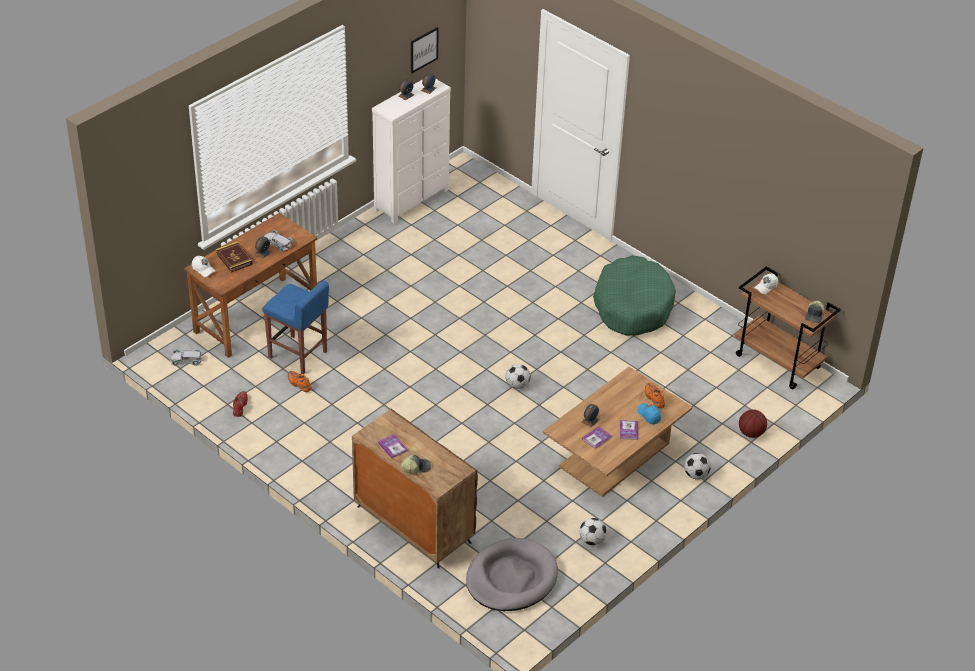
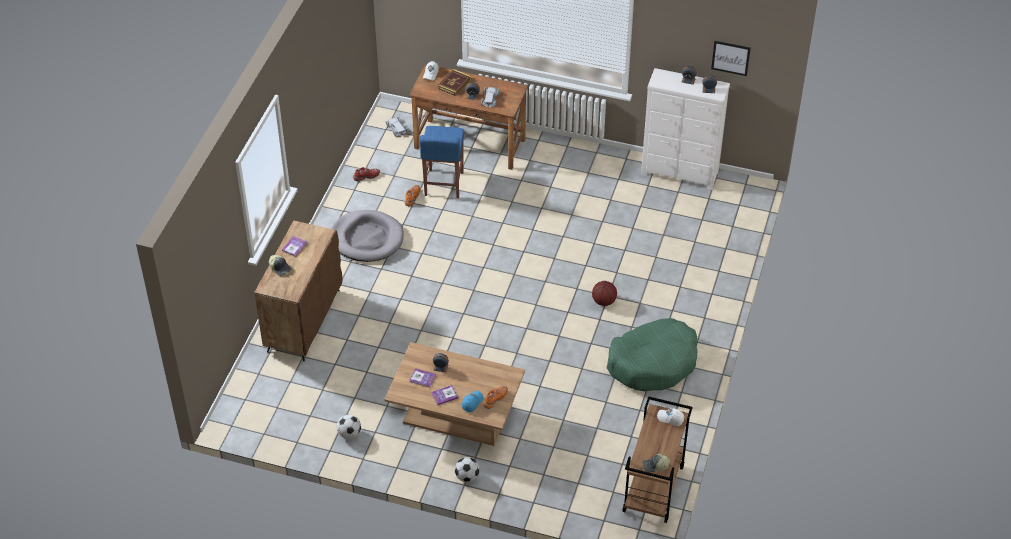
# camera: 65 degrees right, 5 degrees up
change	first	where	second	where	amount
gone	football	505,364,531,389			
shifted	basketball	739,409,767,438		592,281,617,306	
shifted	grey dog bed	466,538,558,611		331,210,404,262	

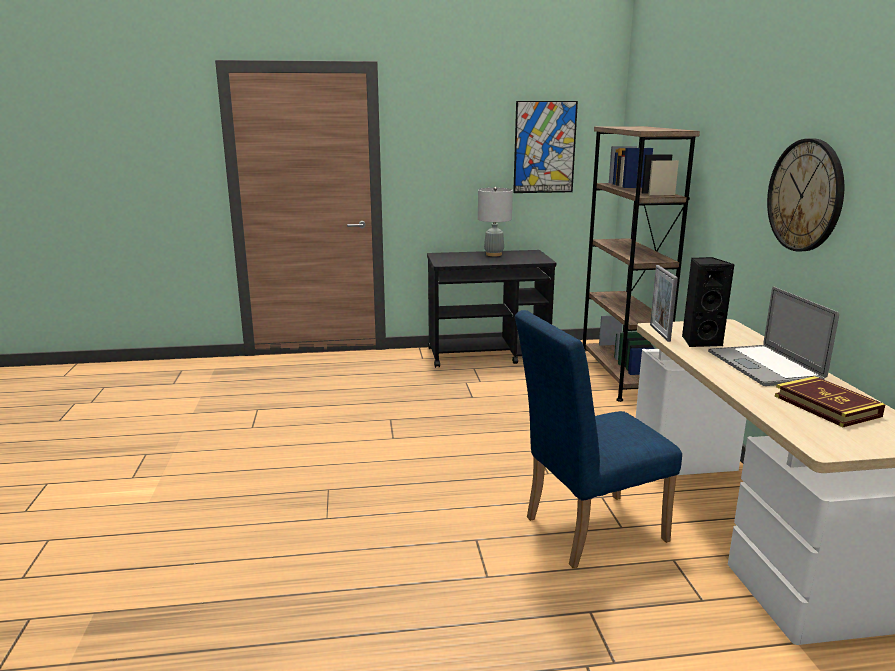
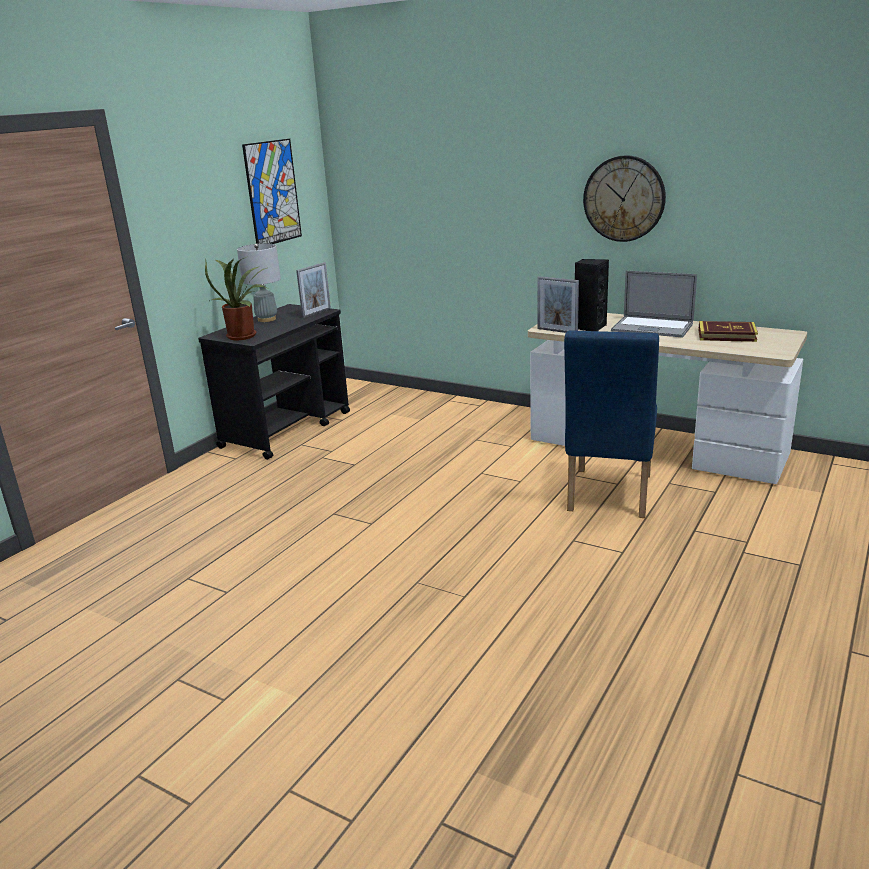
# camera: 50 degrees left, 5 degrees up
change	first	where	second	where	amount
gone	brown bookcase	583,126,700,402			
new			potted plant	205,257,266,340	
new			picture frame	296,262,331,318	

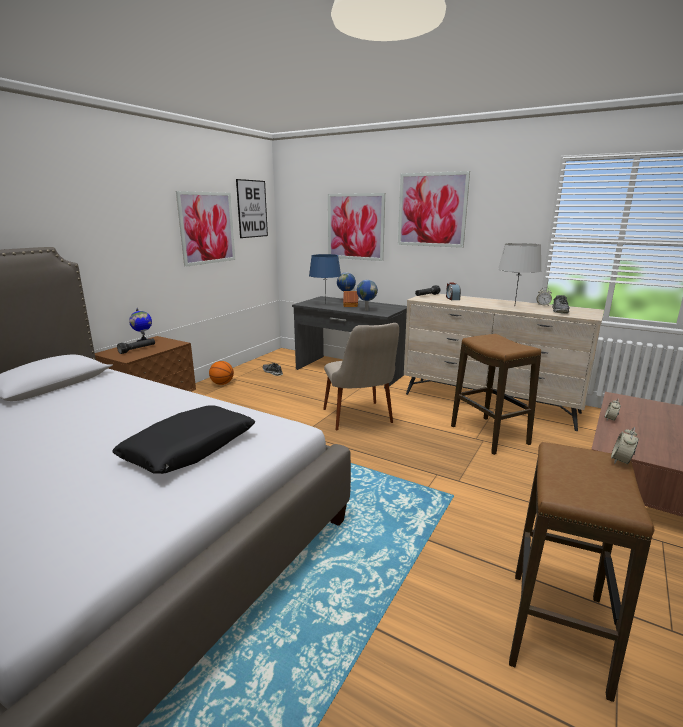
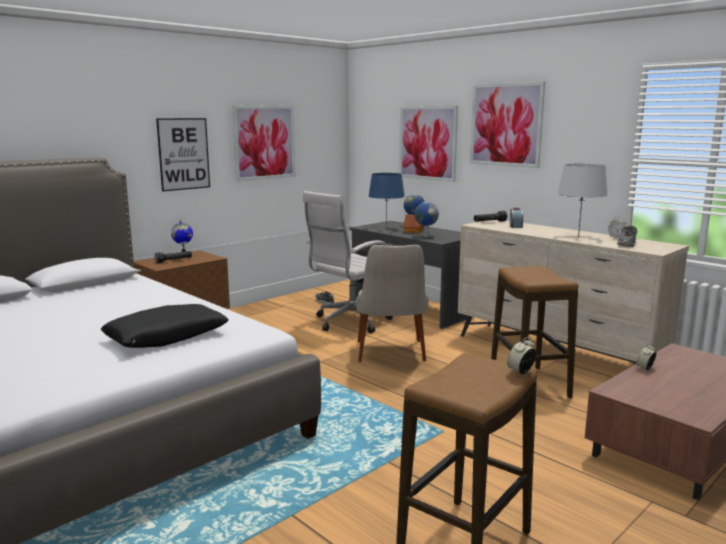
# camera: 15 degrees right, 5 degrees down
change	first	where	second	where	amount
shifted	picture	236,179,268,238		156,118,210,191	
gone	basketball	209,361,234,385			
new			white office chair	302,191,393,333	

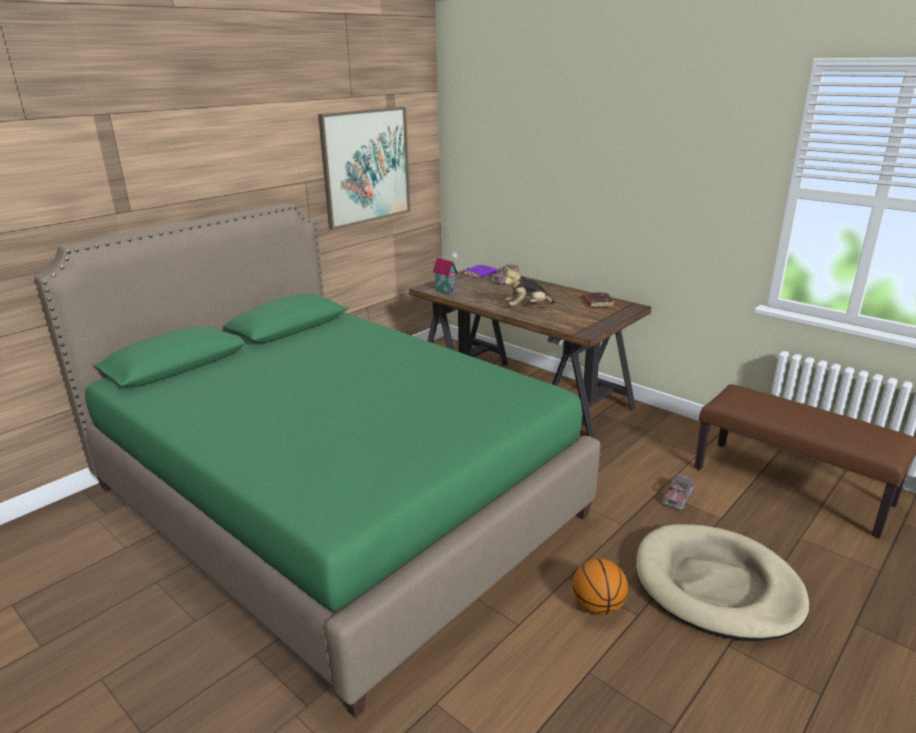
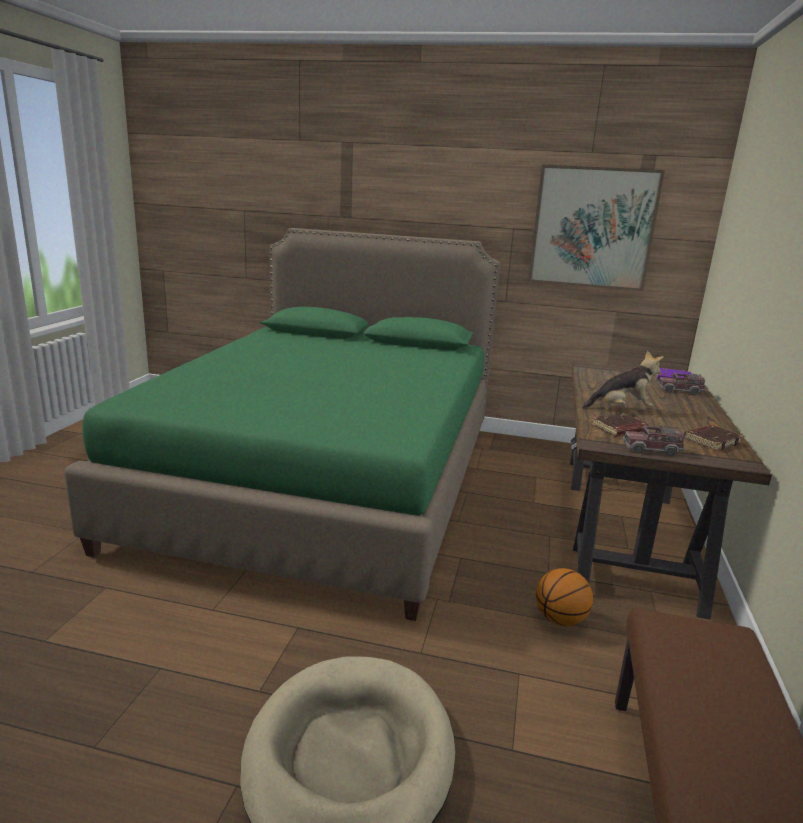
# camera: 60 degrees right, 5 degrees down
change	first	where	second	where	amount
gone	toy house	433,251,459,295			
rotated	plush toy	504,267,555,306		582,351,664,408	135 degrees clockwise
shifted	toy truck	662,473,695,510		622,425,685,456	
shifted	basketball	573,558,628,615		536,568,593,626	
new			brown book	592,413,649,436	

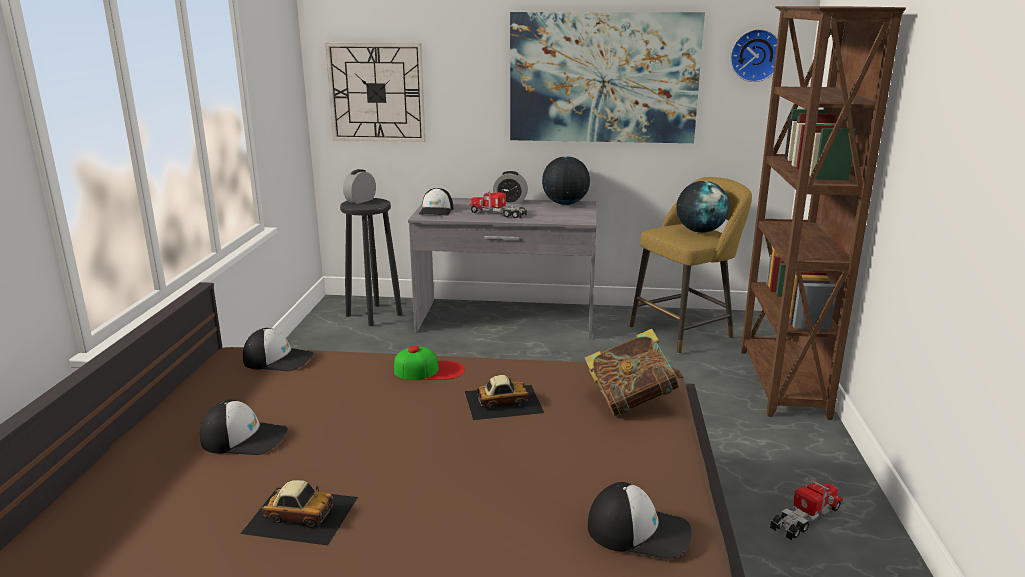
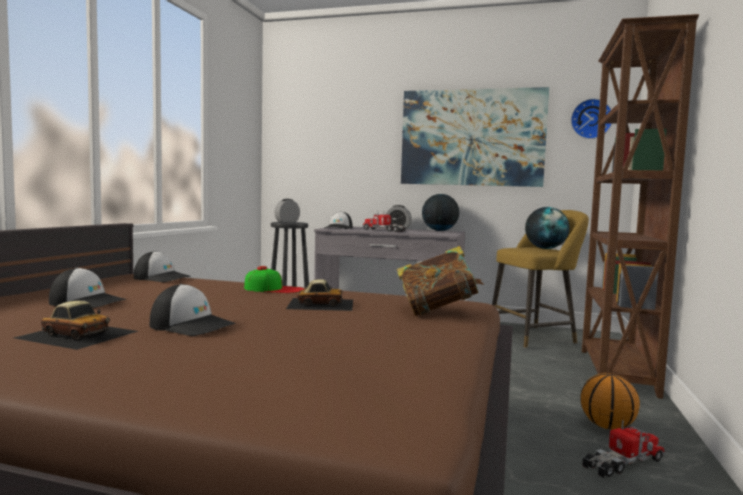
# camera: 10 degrees right, 15 degrees down
change	first	where	second	where	amount
gone	wall clock	325,43,425,142			
shifted	cap	588,482,691,559		150,284,236,336	
new			basketball	580,373,640,430	

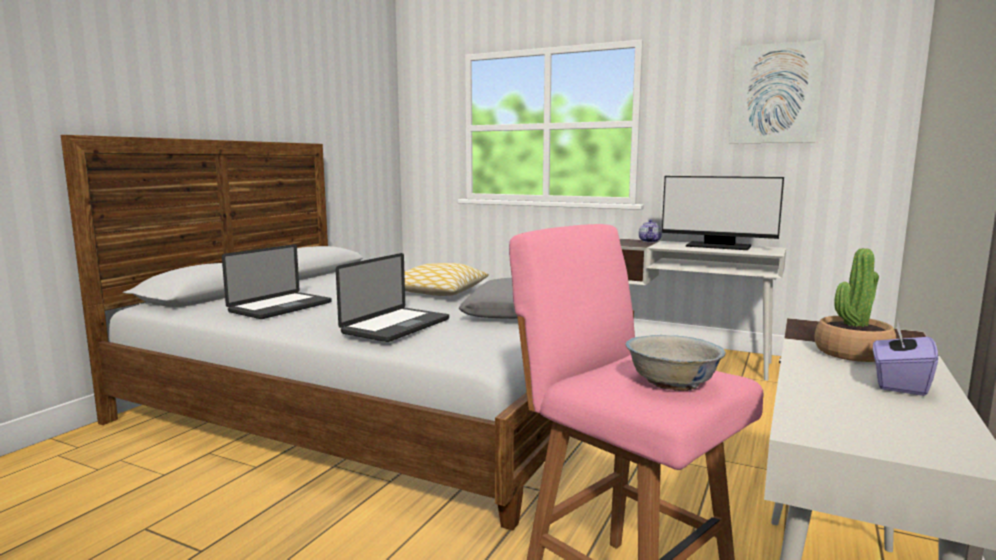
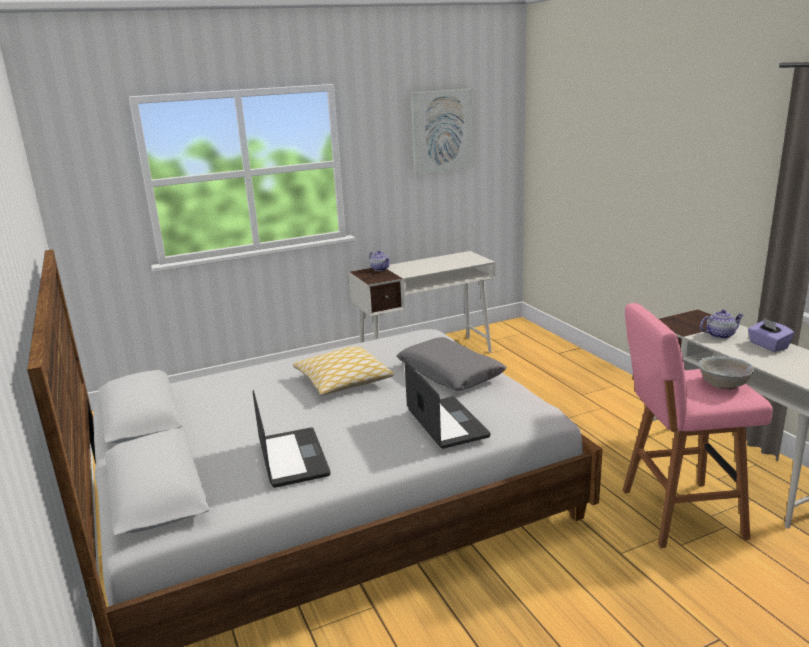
# camera: 50 degrees left, 10 degrees up
change	first	where	second	where	amount
gone	monitor	662,176,784,250			
swapped	potted plant	814,248,896,362	teapot	700,309,744,339	

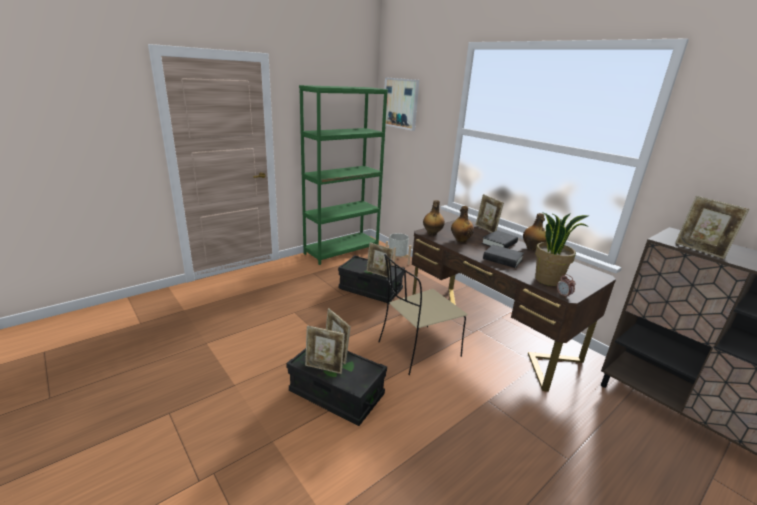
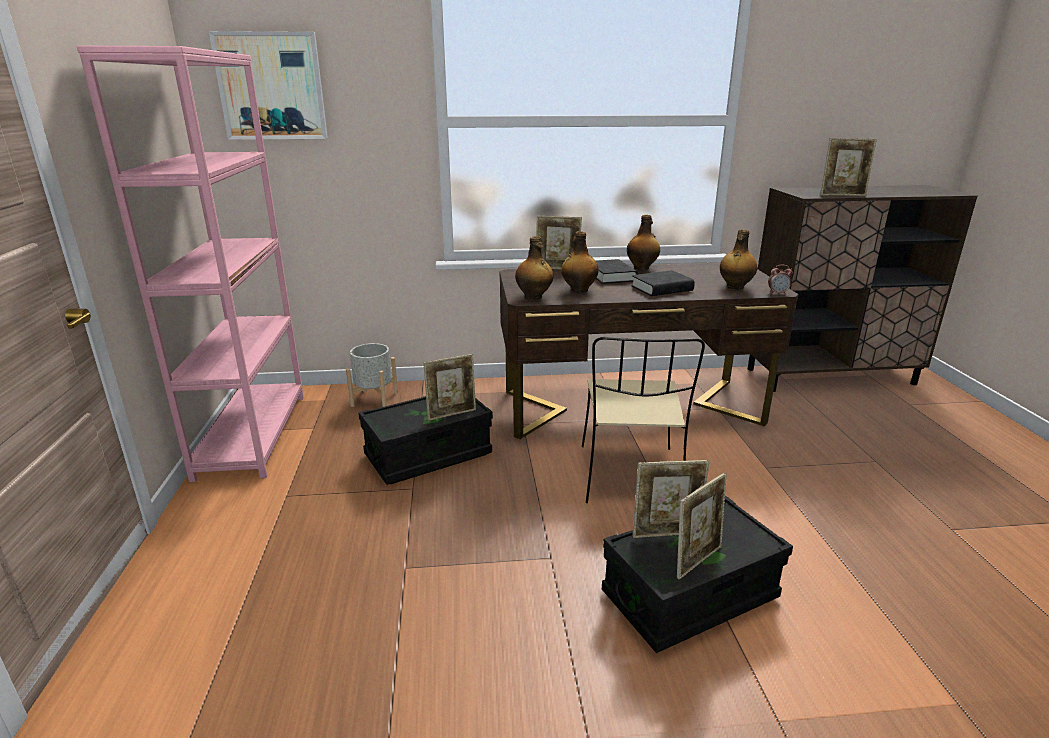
# camera: 55 degrees left, 0 degrees up
change	first	where	second	where	amount
repainted	green bookcase	299,85,388,265	pink bookcase	76,46,304,483	
swapped	potted plant	535,212,589,286	bottle	720,229,757,290	

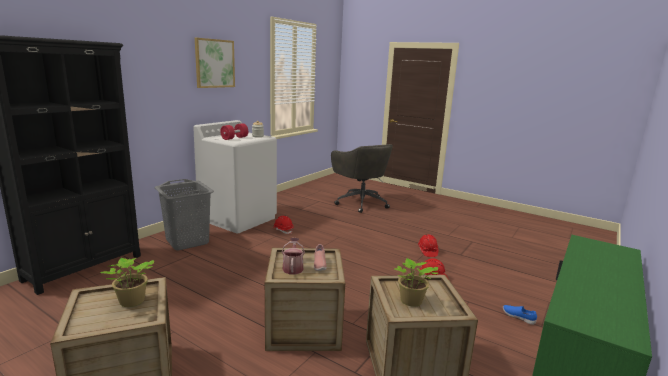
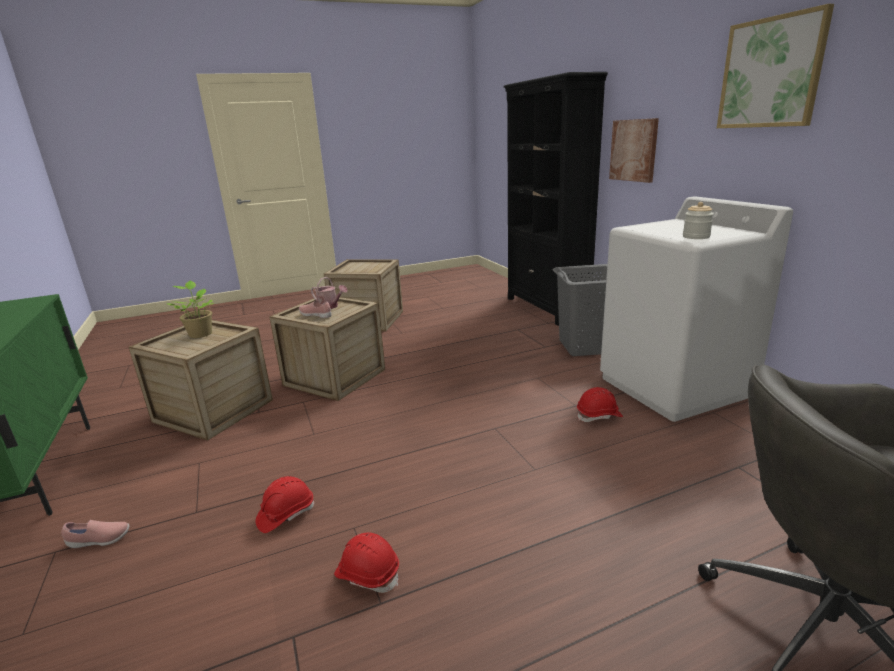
# camera: 125 degrees right, 5 degrees up
change	first	where	second	where	amount
gone	red dumbbell	220,123,248,140			
gone	potted plant	101,258,154,307			
repainted	blue shoe	503,305,537,325	pink shoe	61,520,129,548	
new			picture	609,118,659,183	

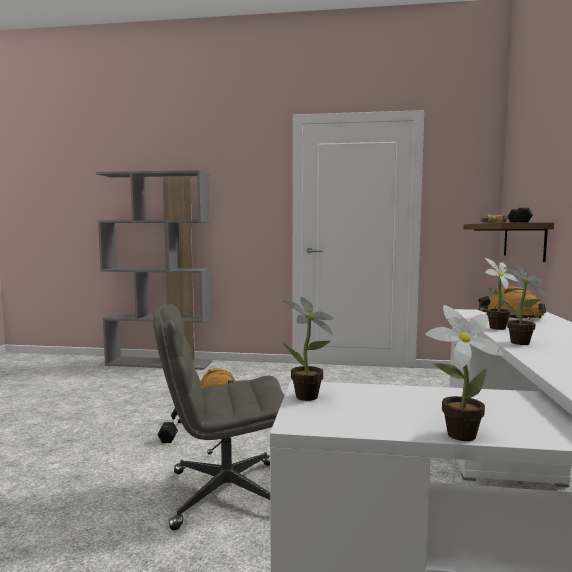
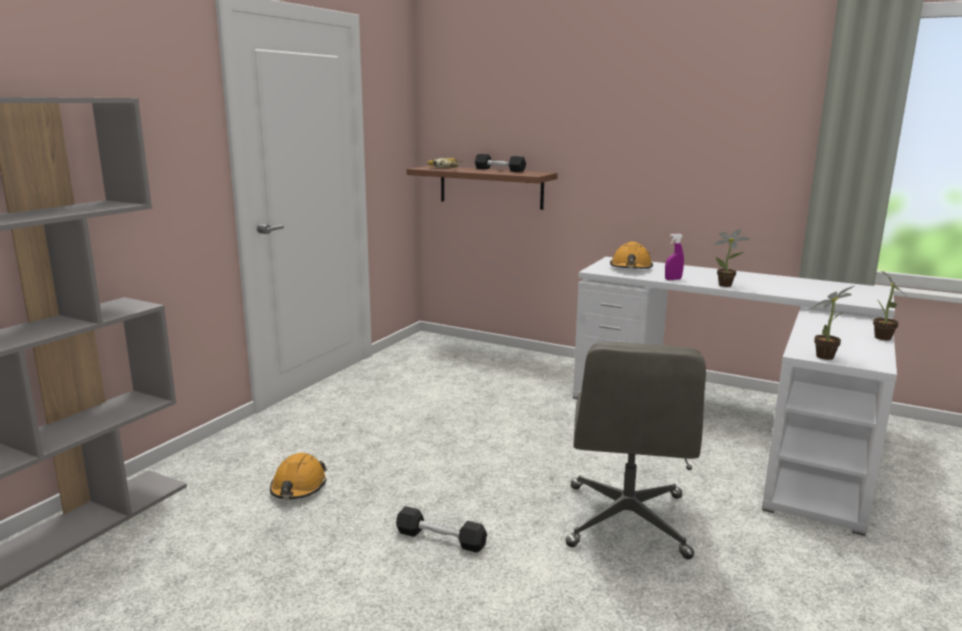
# camera: 70 degrees left, 10 degrees up
change	first	where	second	where	amount
swapped	potted plant	485,258,518,330	purple spray bottle	665,234,684,280	

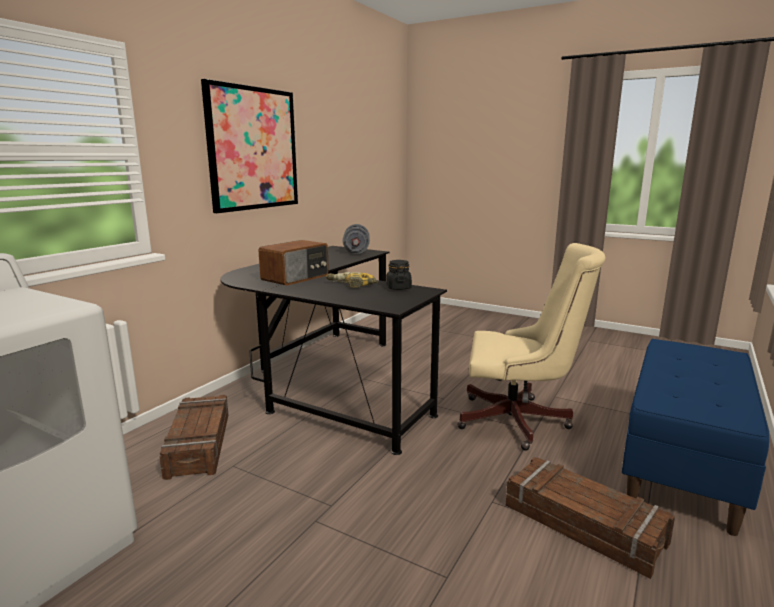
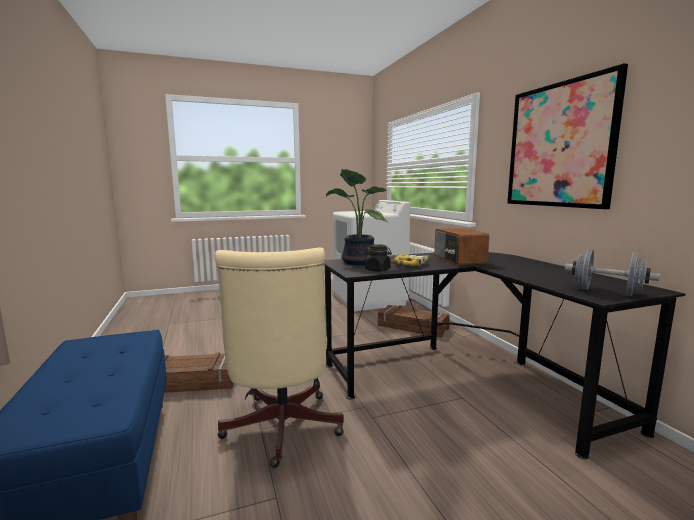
# camera: 130 degrees right, 5 degrees down
change	first	where	second	where	amount
rotated	beige office chair	457,243,605,451		215,248,344,468	60 degrees counterclockwise
new			potted plant	326,169,388,265	

